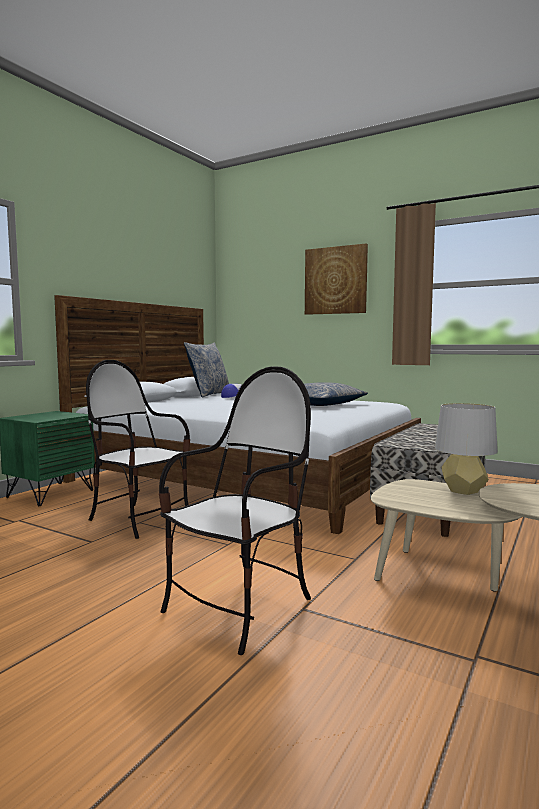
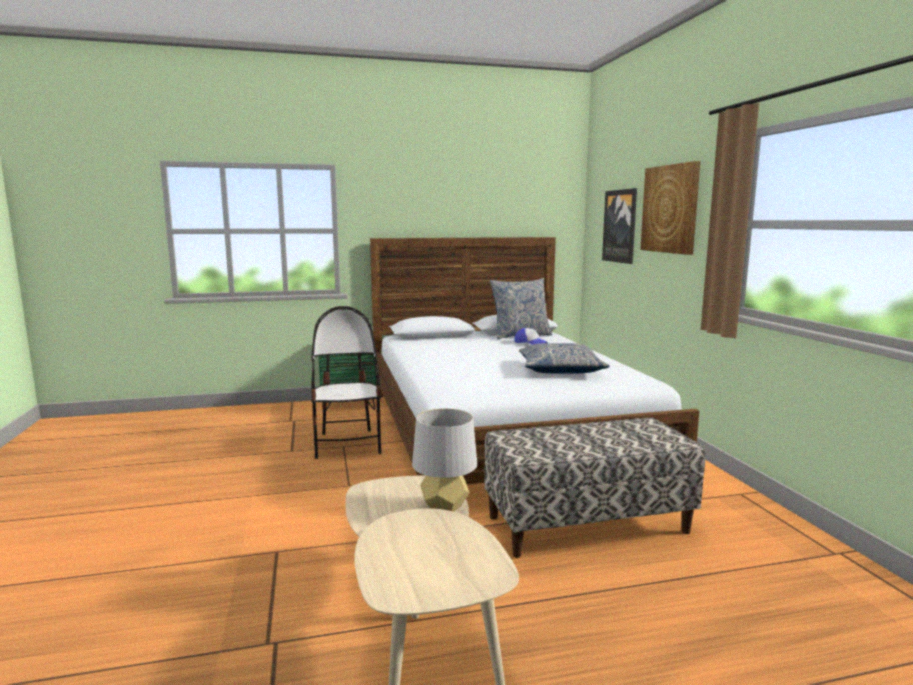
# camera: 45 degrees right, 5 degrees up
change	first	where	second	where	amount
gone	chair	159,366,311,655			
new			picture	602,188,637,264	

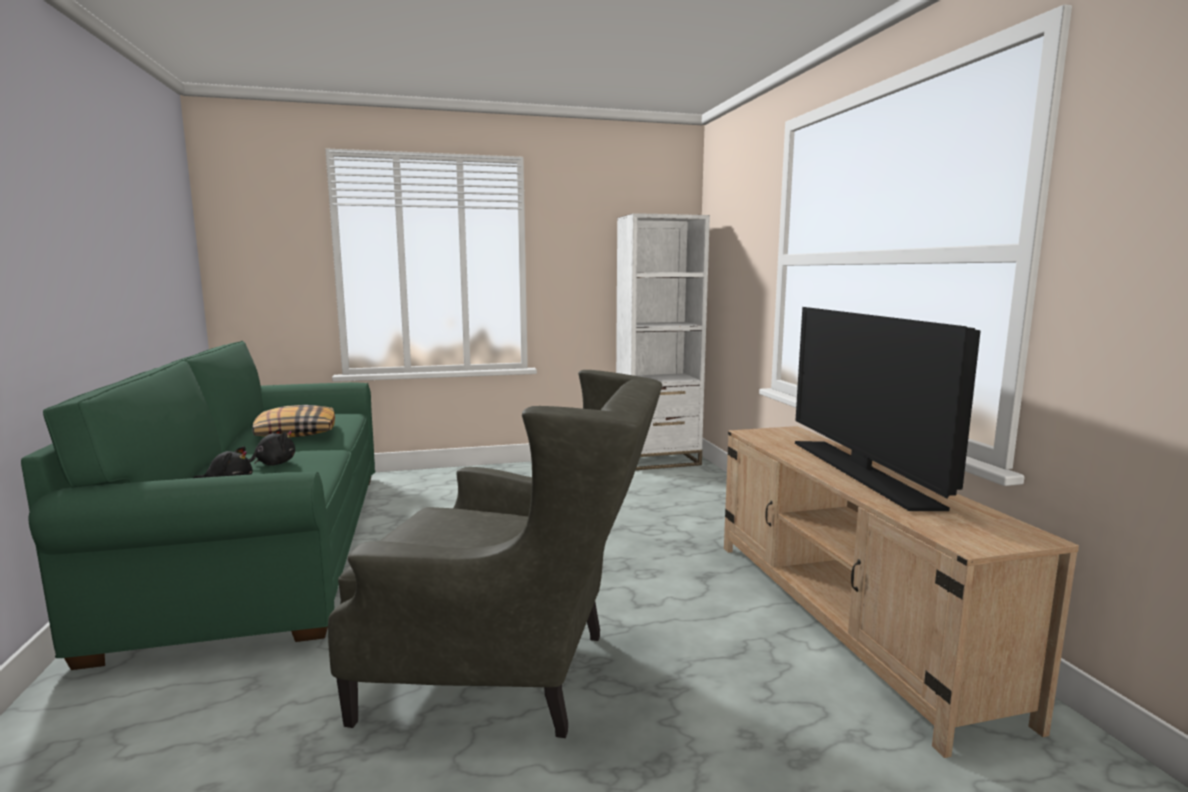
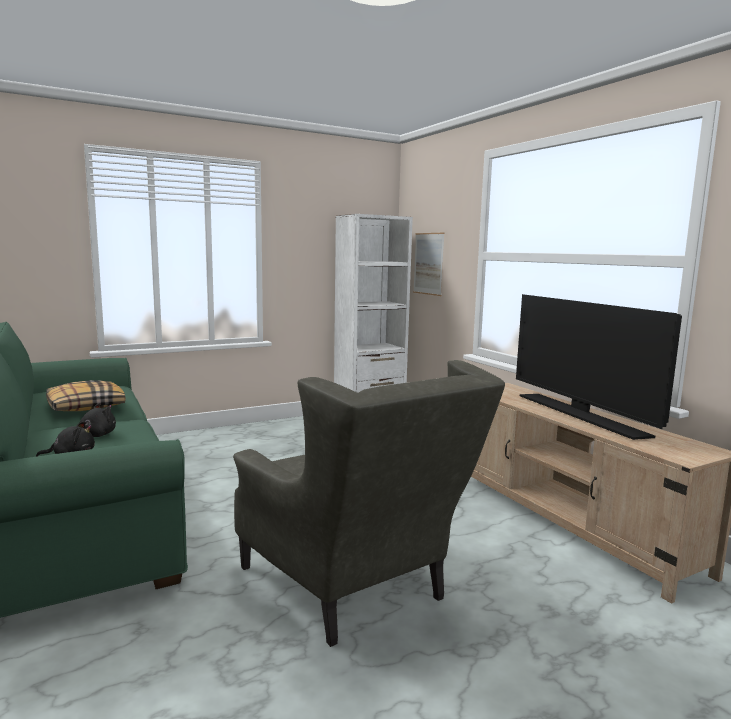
# camera: 15 degrees left, 0 degrees up
change	first	where	second	where	amount
rotated	grey armchair	328,370,662,738		233,360,505,647	60 degrees clockwise
new			picture	413,232,445,296	

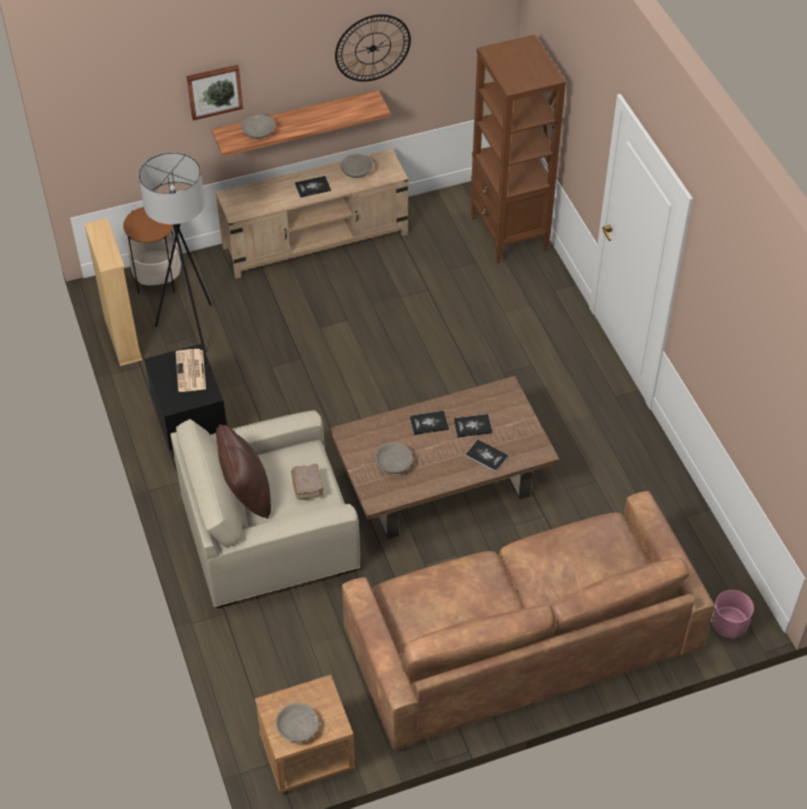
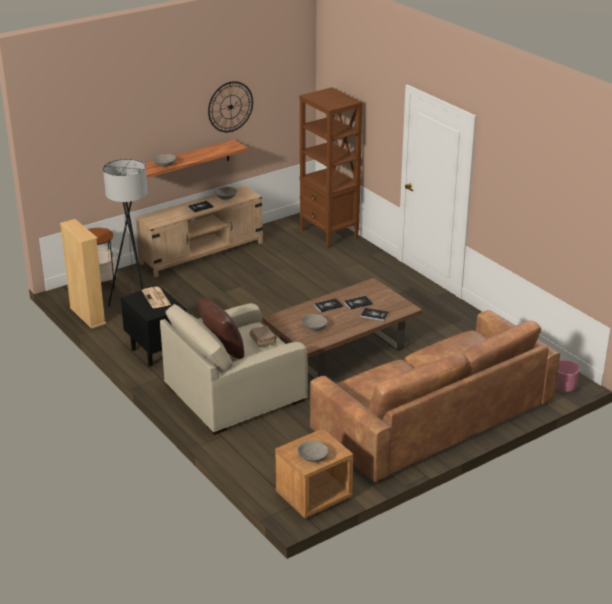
# camera: 15 degrees left, 20 degrees down
change	first	where	second	where	amount
gone	picture	186,65,243,120			

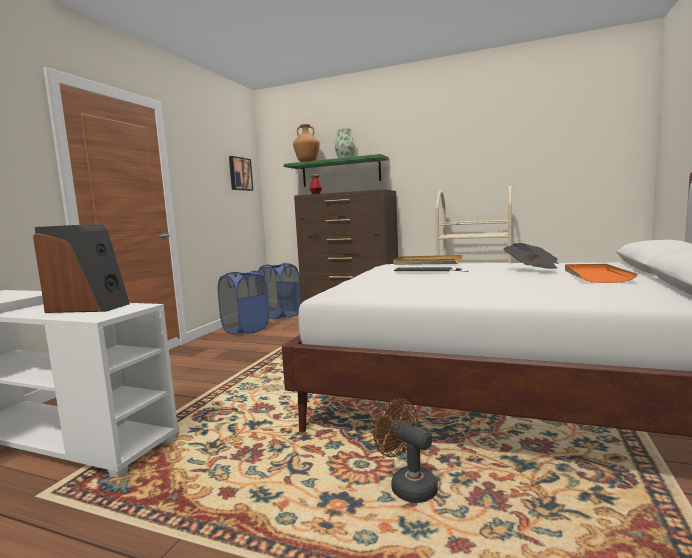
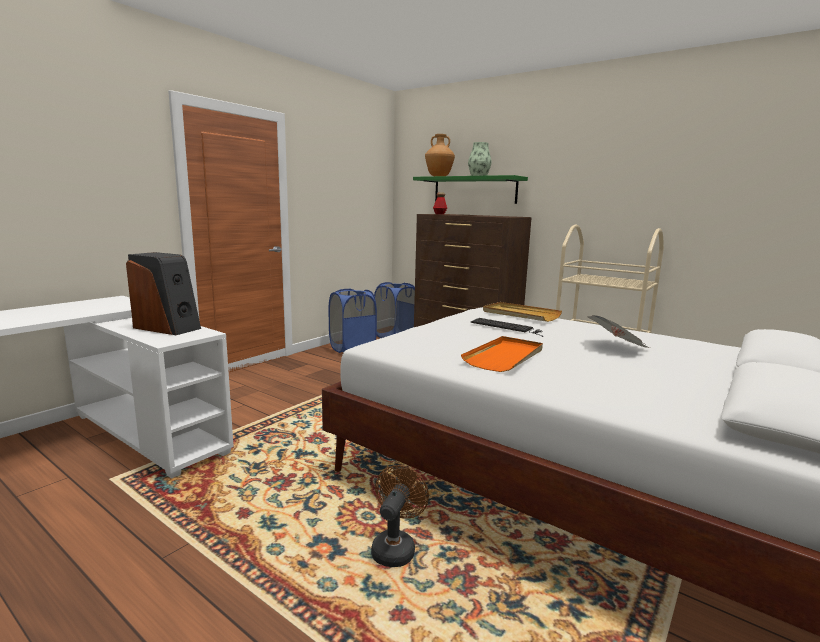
# camera: 15 degrees right, 5 degrees up
change	first	where	second	where	amount
gone	picture	229,156,253,191			
shifted	orange tray	565,264,638,283		461,336,543,372	
rotated	brown fan	373,398,438,503		371,465,429,567	45 degrees clockwise

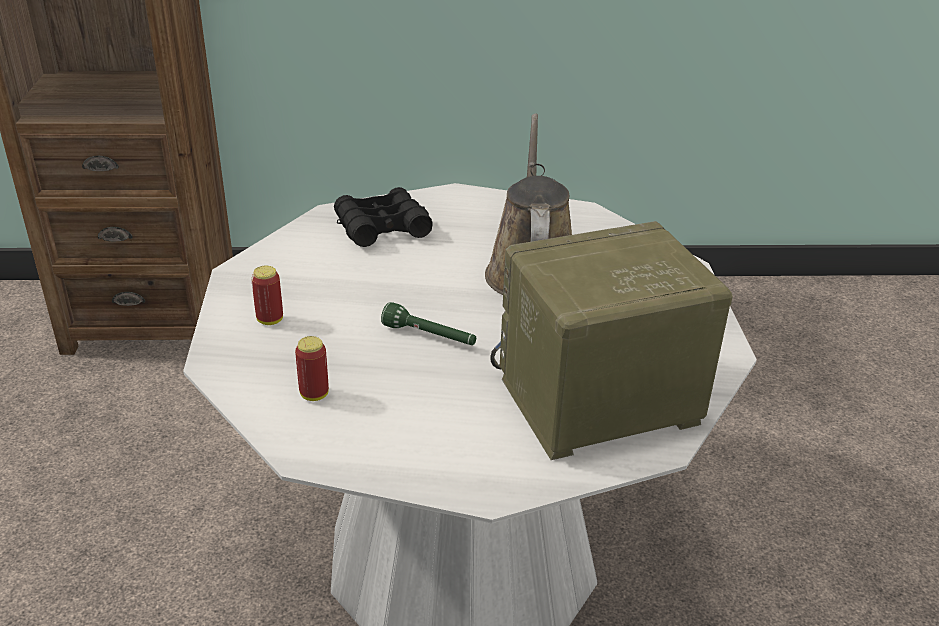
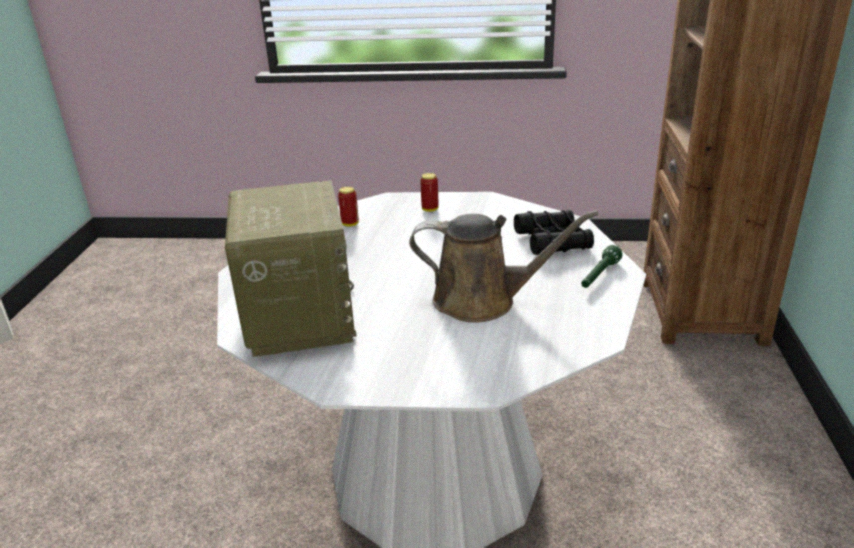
# camera: 100 degrees right, 5 degrees down
change	first	where	second	where	amount
shifted	green flashlight	381,302,476,345		581,245,623,288	

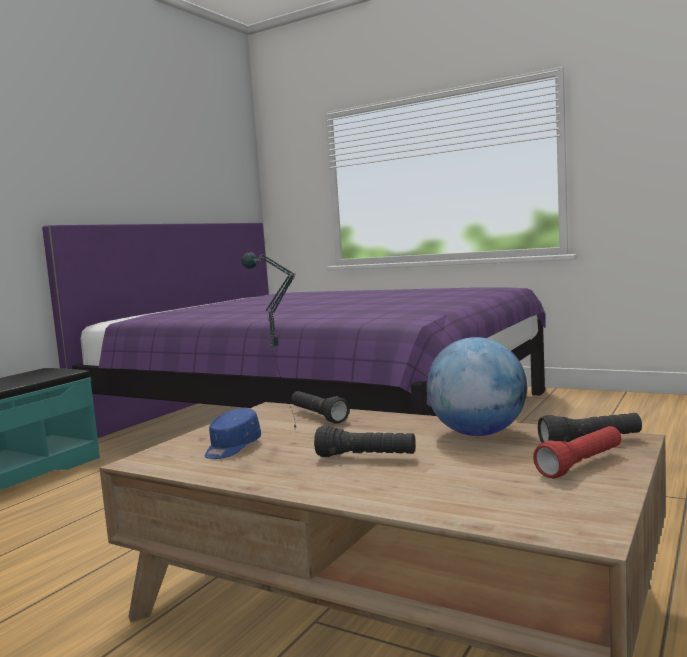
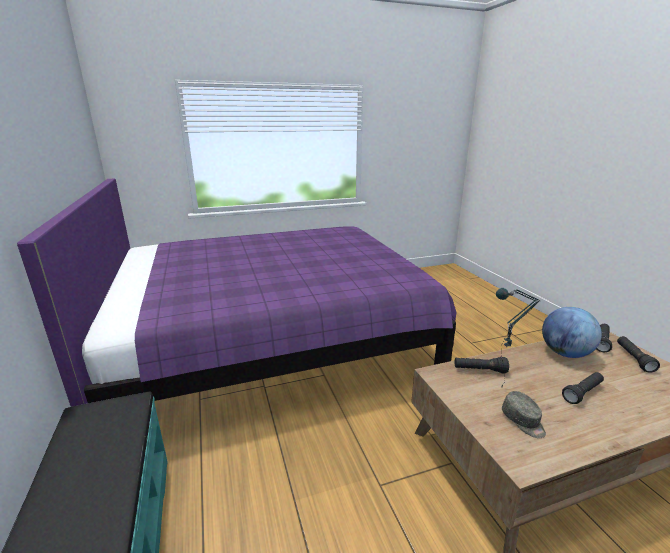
# camera: 50 degrees left, 15 degrees up
change	first	where	second	where	amount
repainted	blue cap	205,408,261,459	grey cap	502,391,546,438	
repainted	red flashlight	533,426,622,479	black flashlight	617,336,660,373	

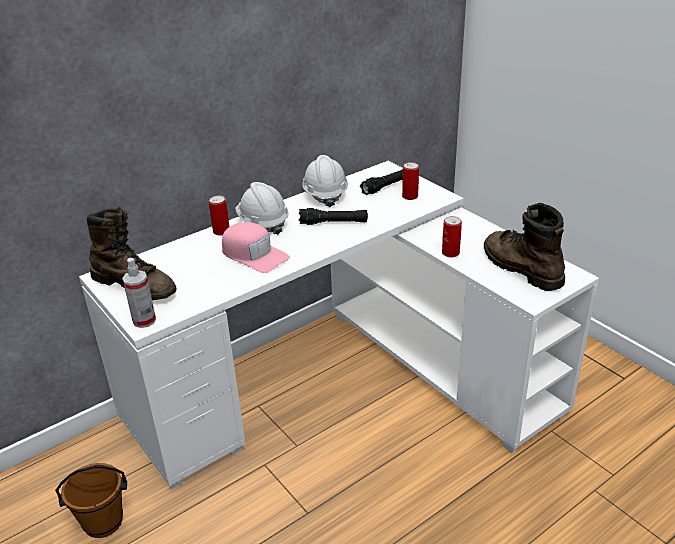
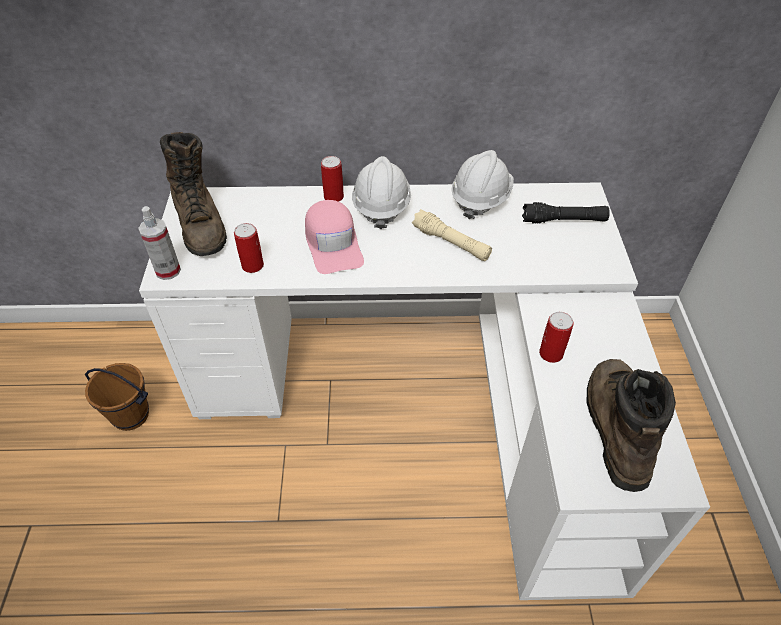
# camera: 35 degrees right, 15 degrees up
change	first	where	second	where	amount
shifted	can	402,162,419,200		234,223,264,273	
repainted	black flashlight	299,208,368,225	beige flashlight	412,209,492,261	

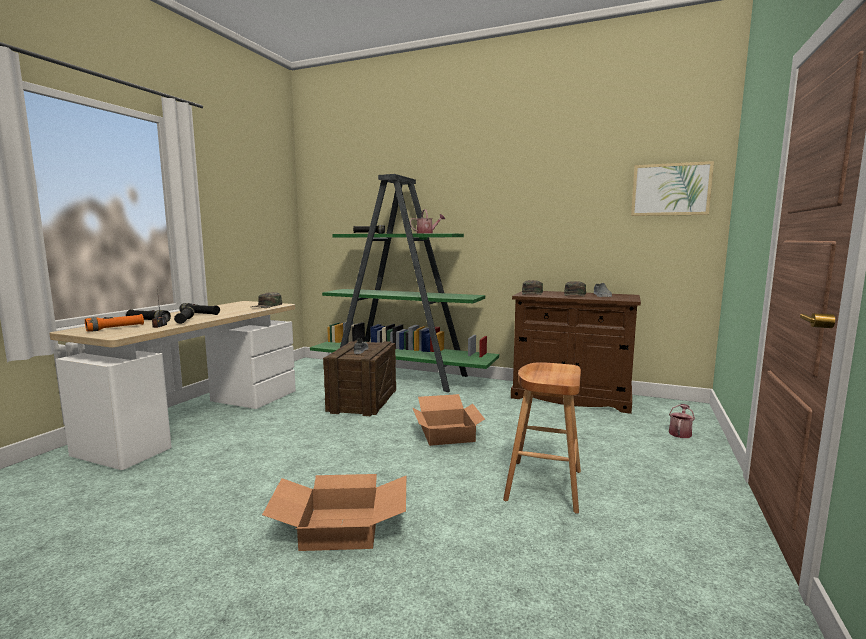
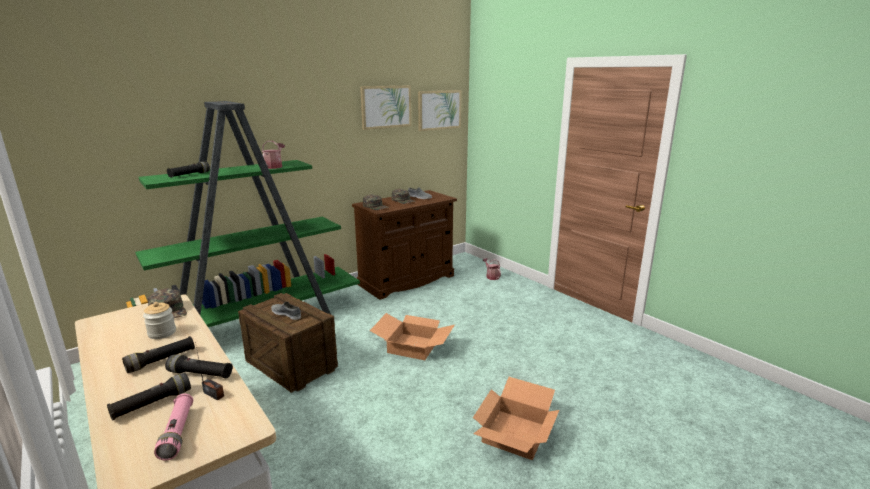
# camera: 60 degrees left, 10 degrees up
change	first	where	second	where	amount
repainted	orange flashlight	85,314,144,331	pink flashlight	154,394,193,461	
gone	brown stool	503,362,581,514			
new			picture	360,85,411,130	
new			jar	143,302,176,339	

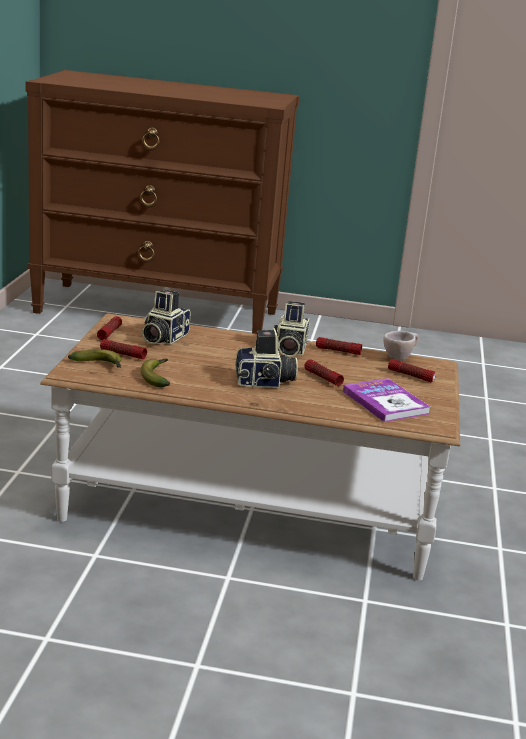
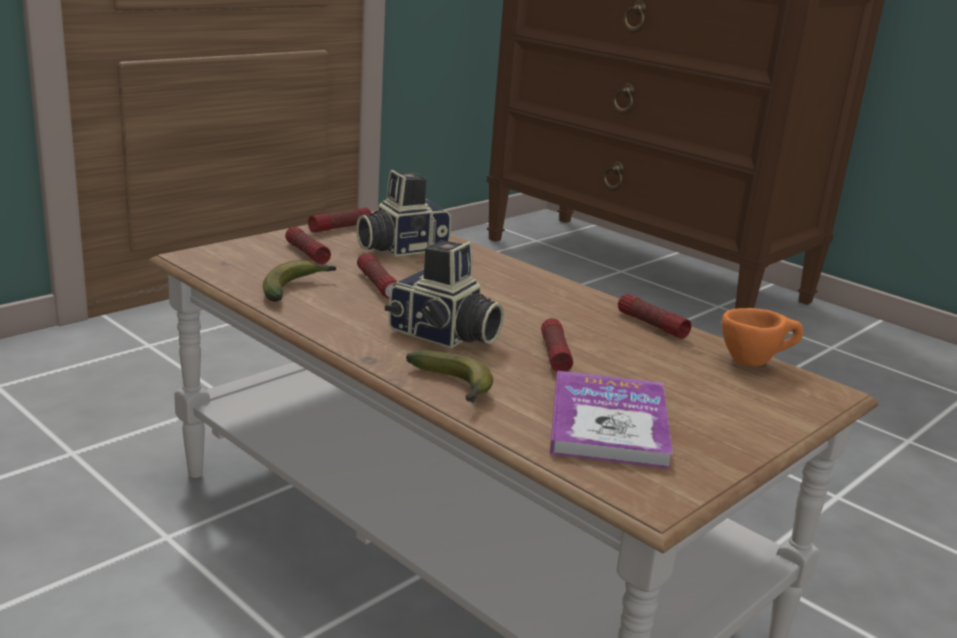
# camera: 35 degrees right, 0 degrees up
change	first	where	second	where	amount
gone	photo camera	274,301,310,357			
repainted	beige cup	383,331,419,361	orange cup	722,308,803,366	
shifted	banana	68,349,121,368		406,350,493,403	
shifted	flashlight	388,359,436,382		357,253,397,298	

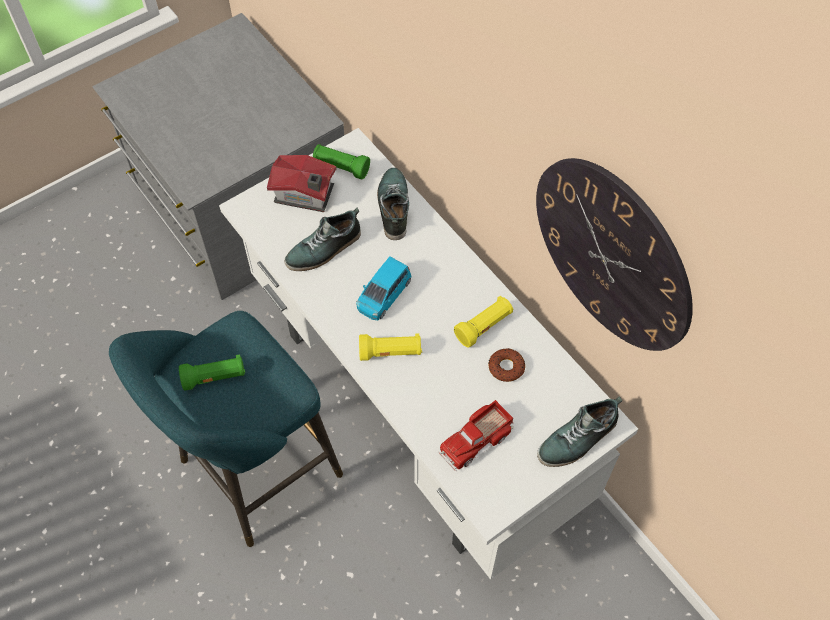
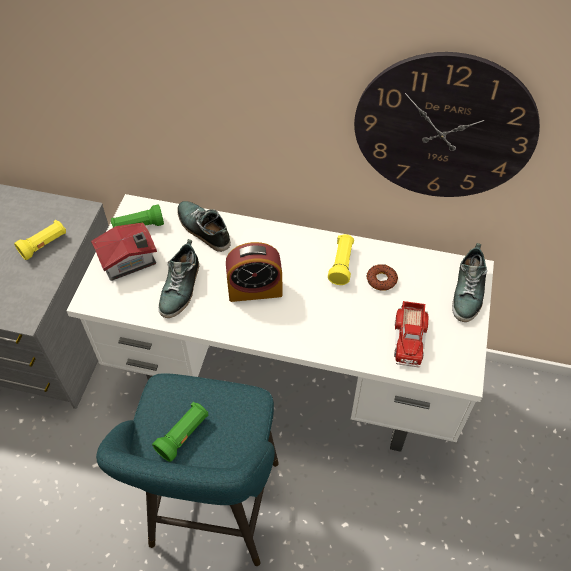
# camera: 40 degrees left, 5 degrees down
change	first	where	second	where	amount
swapped	blue toy car	356,256,411,320	alarm clock	226,242,282,302	
shifted	yellow flashlight	359,333,422,361		14,220,66,260	

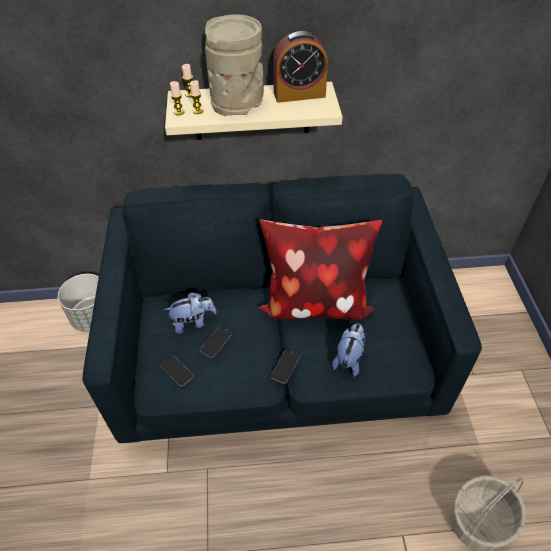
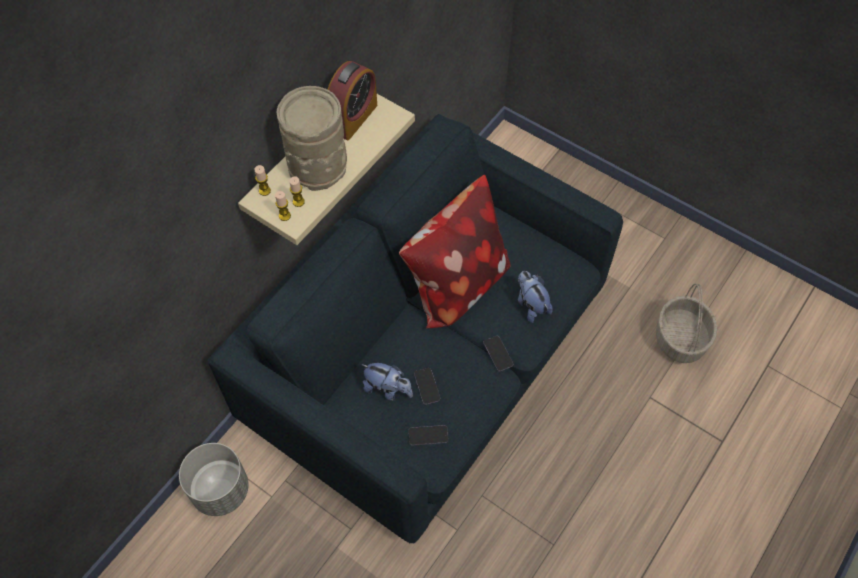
# camera: 50 degrees left, 10 degrees up
change	first	where	second	where	amount
rotated	plush toy	165,292,217,334		361,363,413,401	90 degrees clockwise

